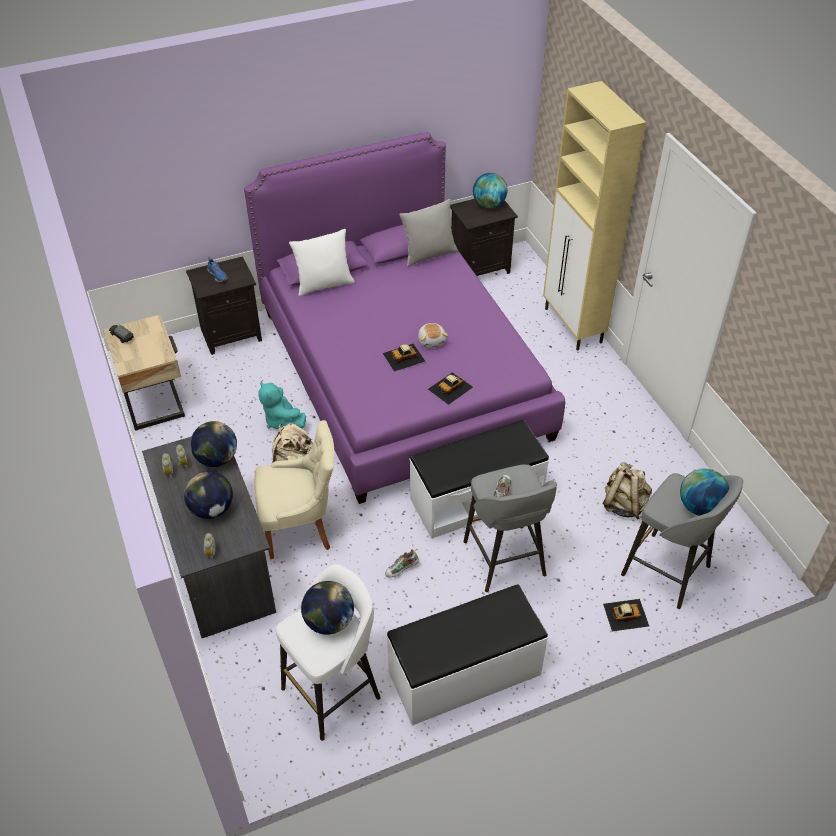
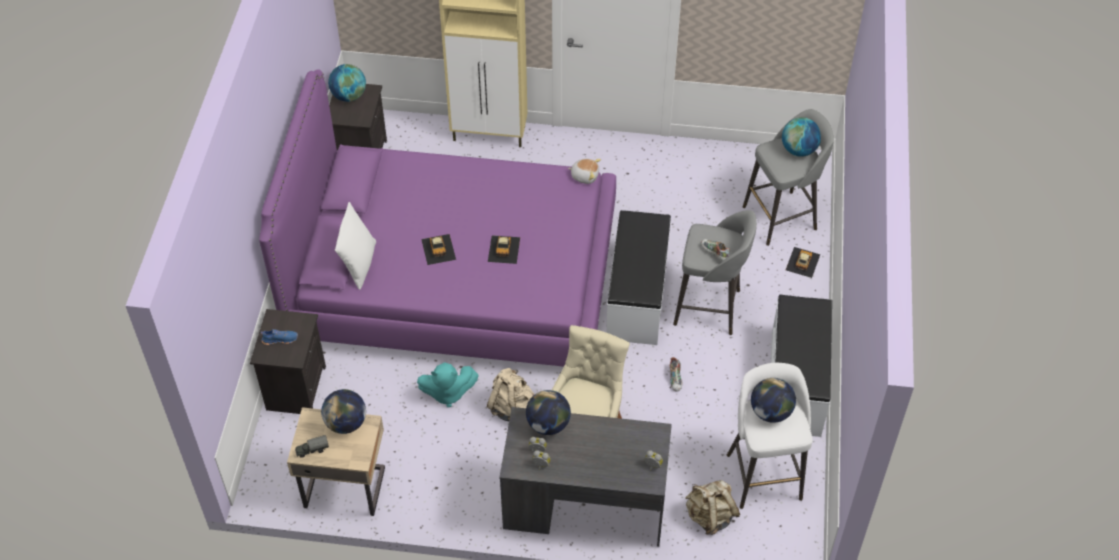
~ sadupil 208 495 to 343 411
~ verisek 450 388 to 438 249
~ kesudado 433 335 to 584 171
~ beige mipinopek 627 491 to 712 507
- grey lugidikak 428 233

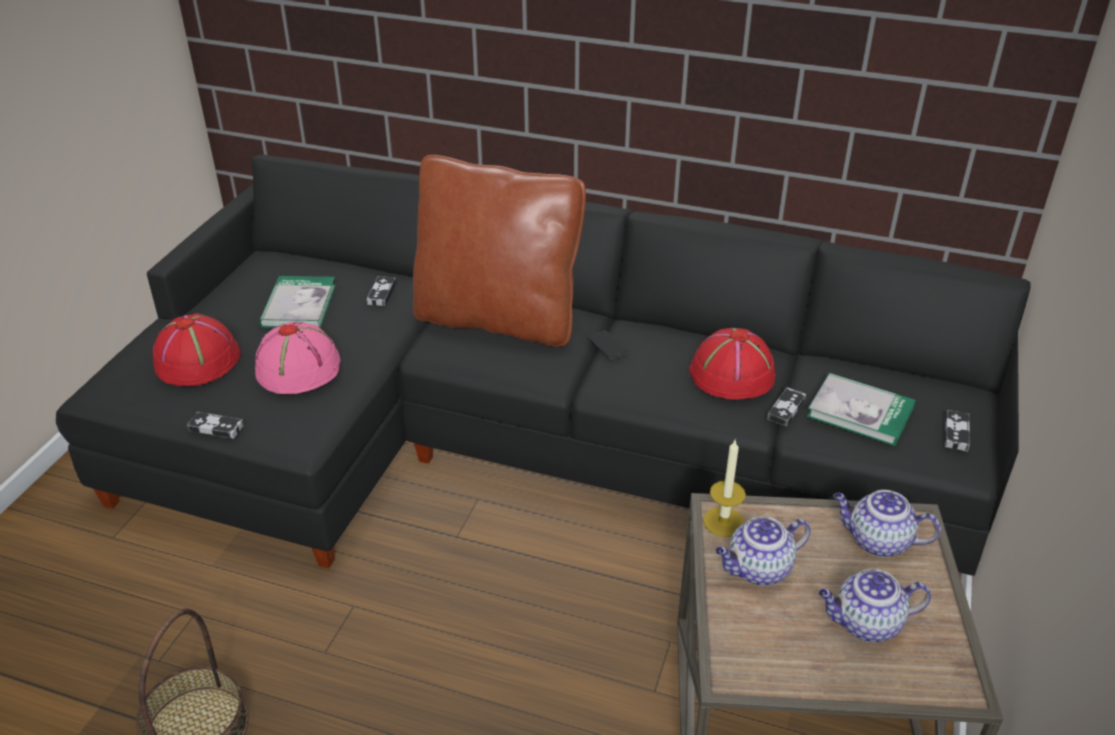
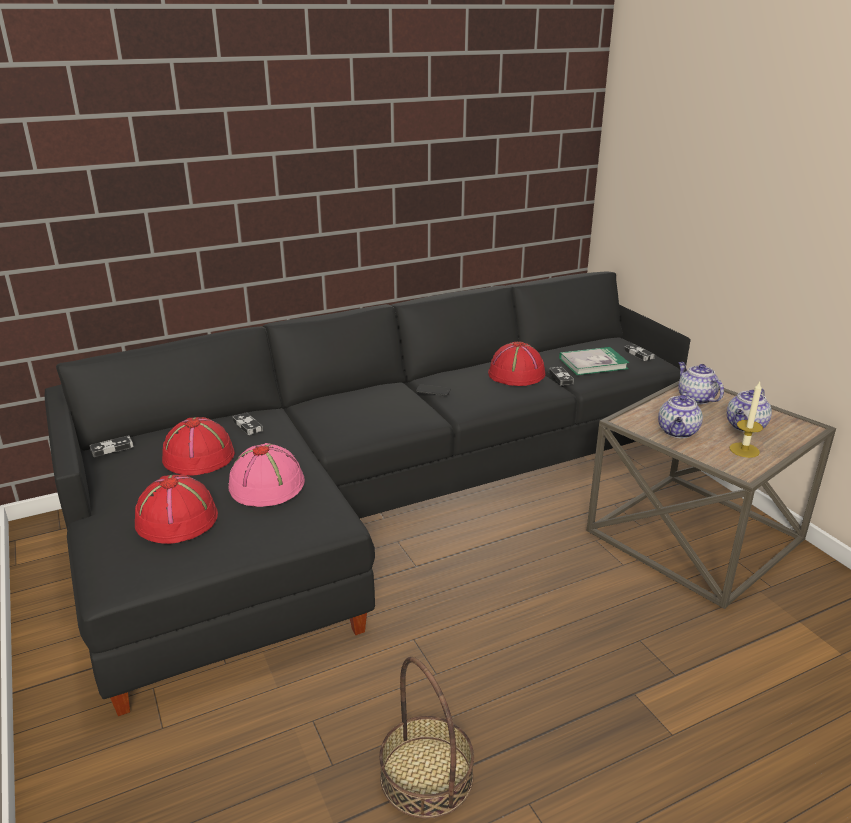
~ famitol 215 425 to 112 446
~ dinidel 297 302 to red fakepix 198 446
~ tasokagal 887 523 = 701 383 90 degrees clockwise
~ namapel 724 488 to 746 420
- brown lugidikak 499 251

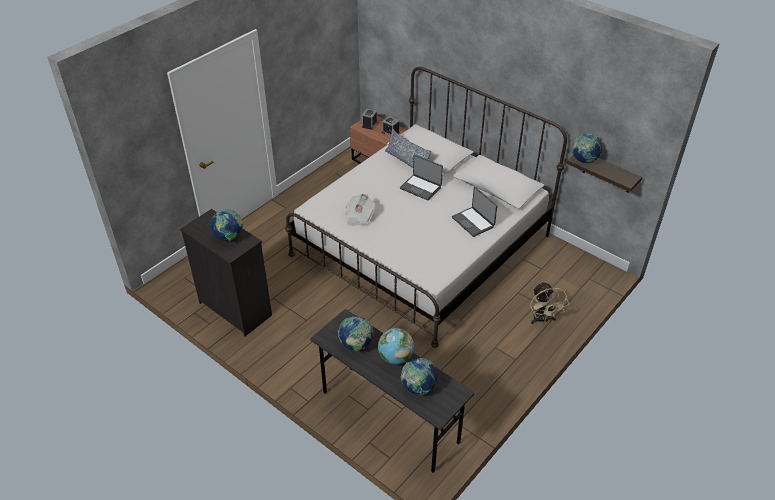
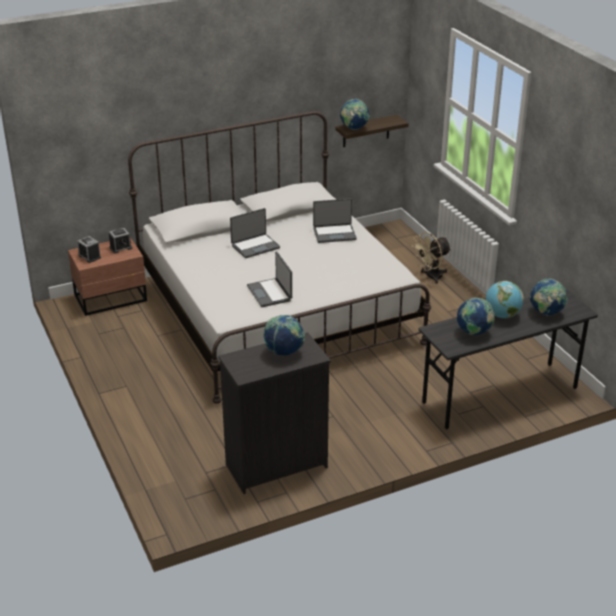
~ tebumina 360 210 to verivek 269 279
~ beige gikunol 549 302 = 431 258 135 degrees clockwise
- lugidikak 408 148

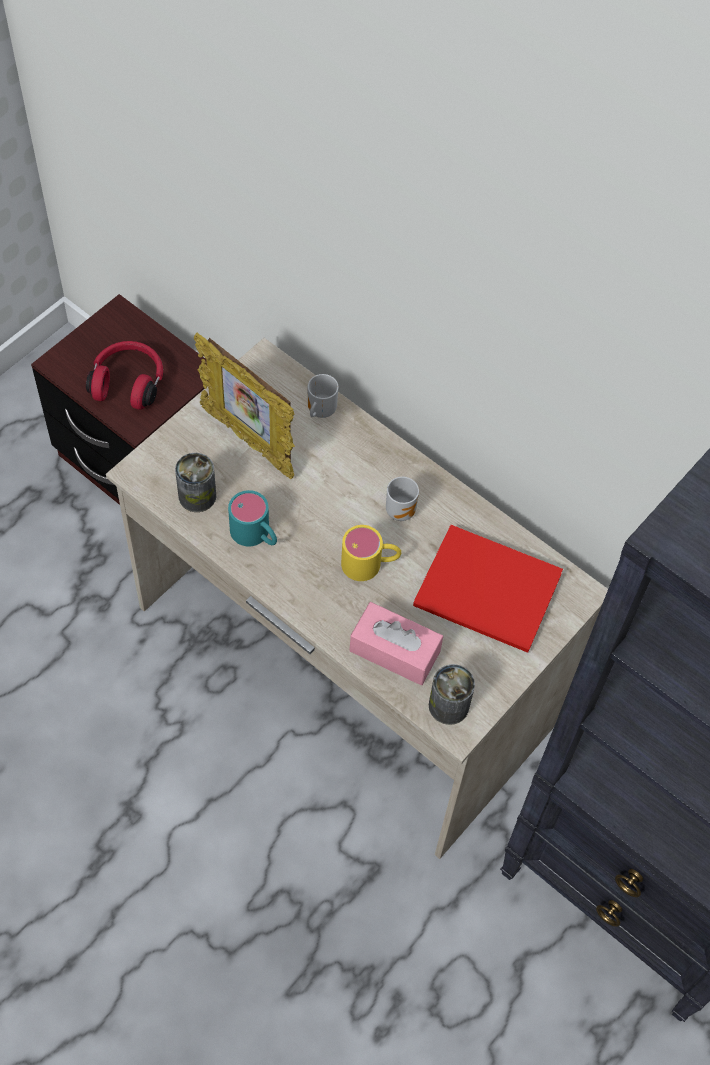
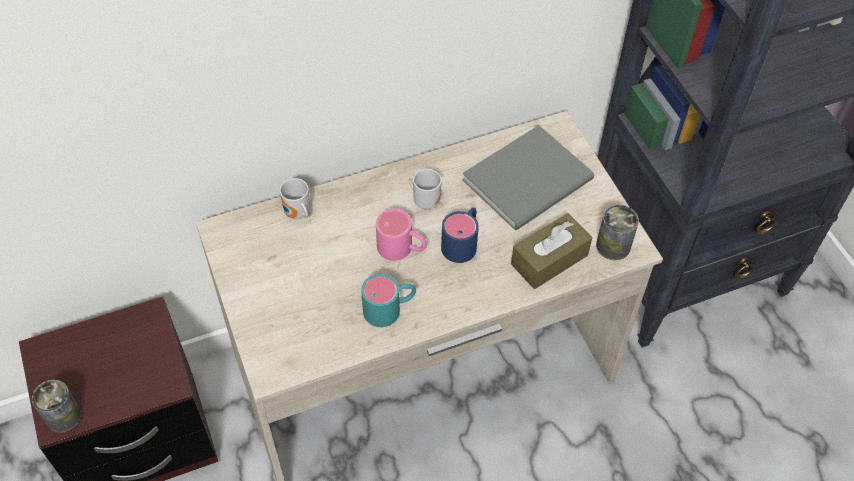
~ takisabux 195 482 to 56 406
+ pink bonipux 401 235
~ yellow bonipux 371 553 to blue bonipux 460 235
~ red dinidel 488 589 to grey dinidel 528 177
~ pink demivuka 396 643 to brown demivuka 551 251
- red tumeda 124 375
- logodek 244 406

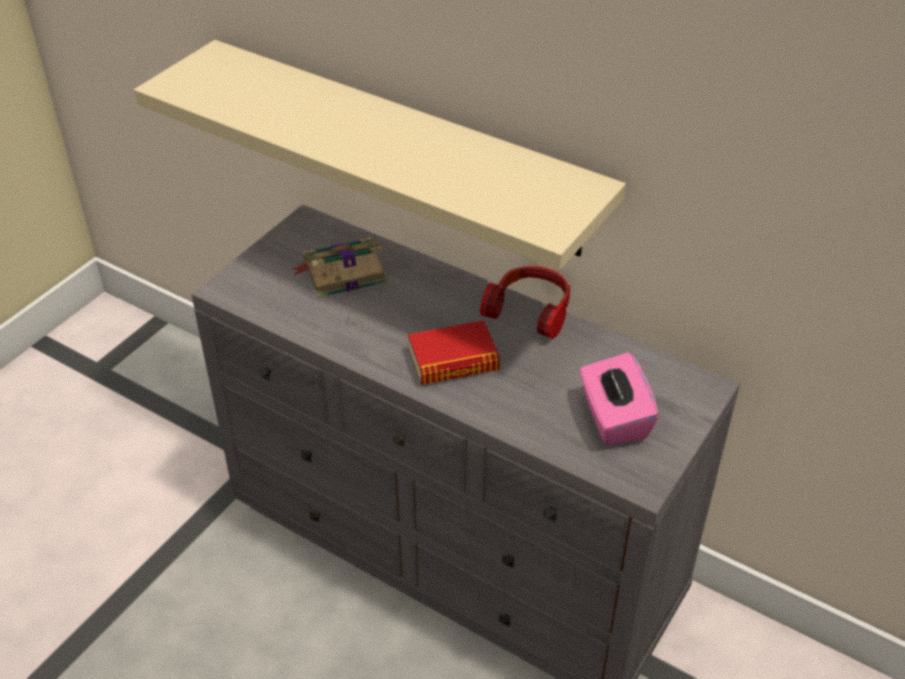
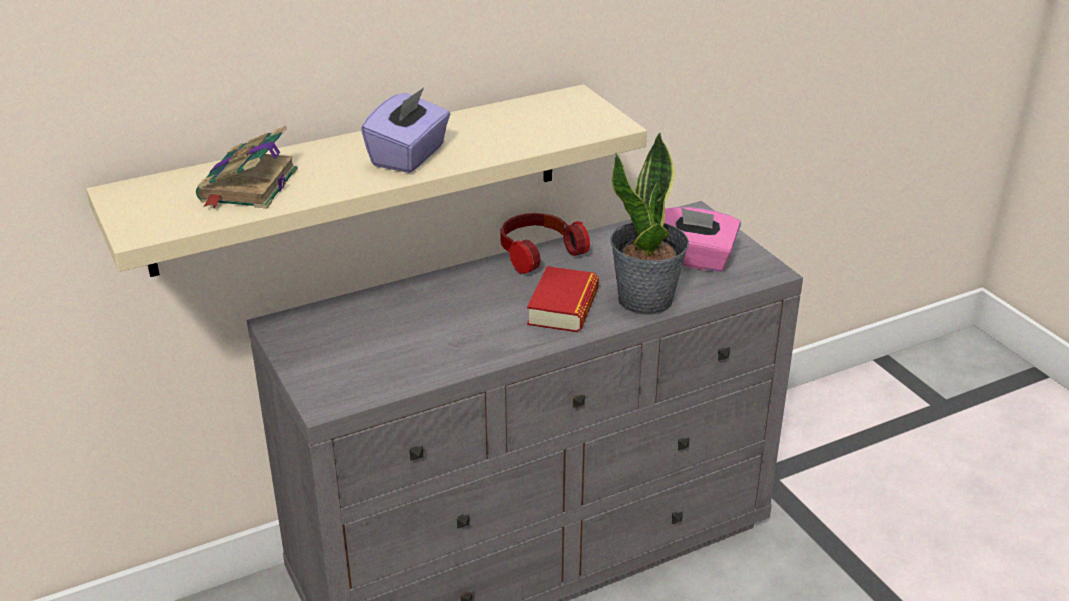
~ dinidel 339 268 to 247 167
+ purple demivuka 405 130
+ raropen 649 223

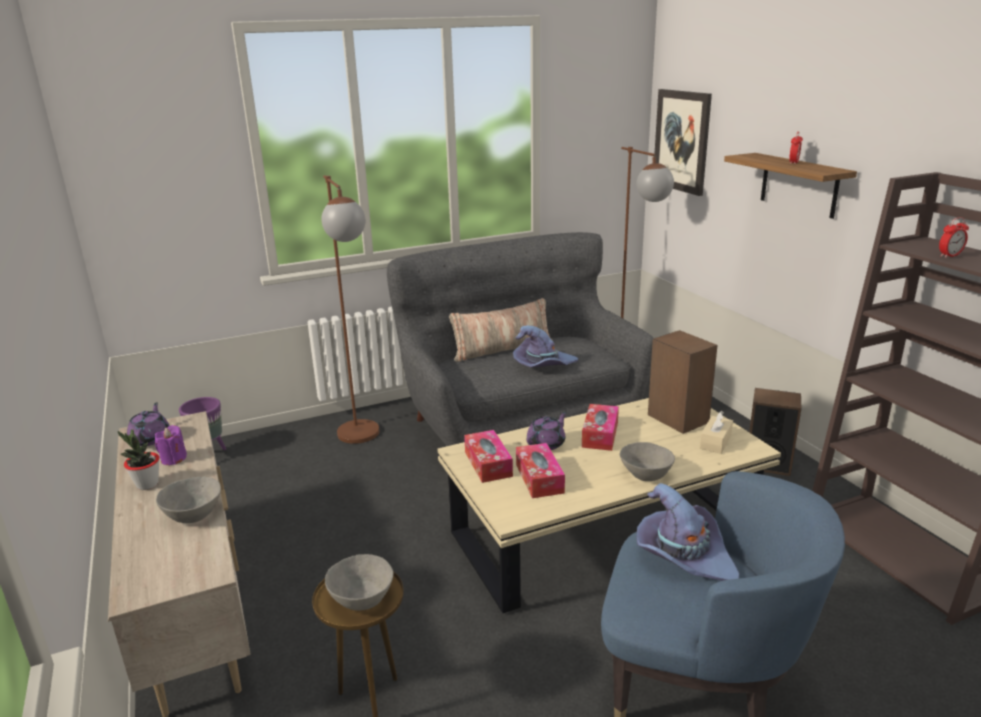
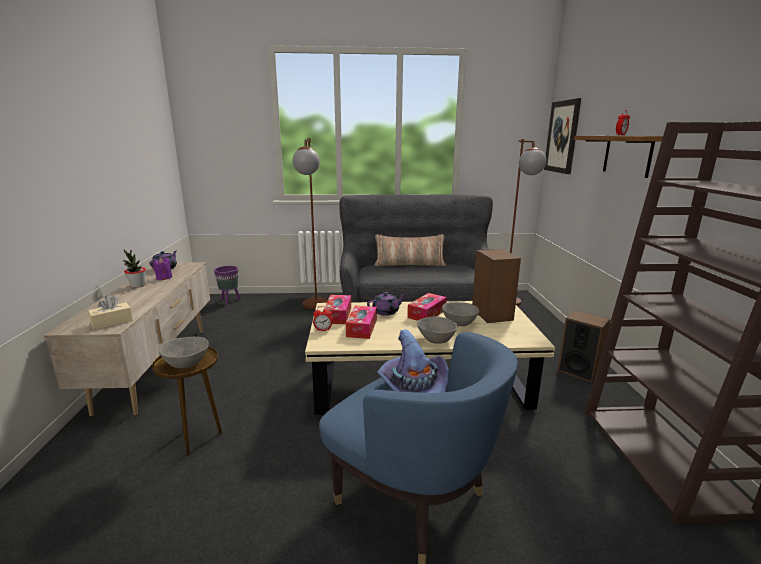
~ beige demivuka 716 432 to 110 313
~ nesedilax 954 237 to 323 318
~ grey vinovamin 188 499 to 460 314
- purple fakepix 545 346

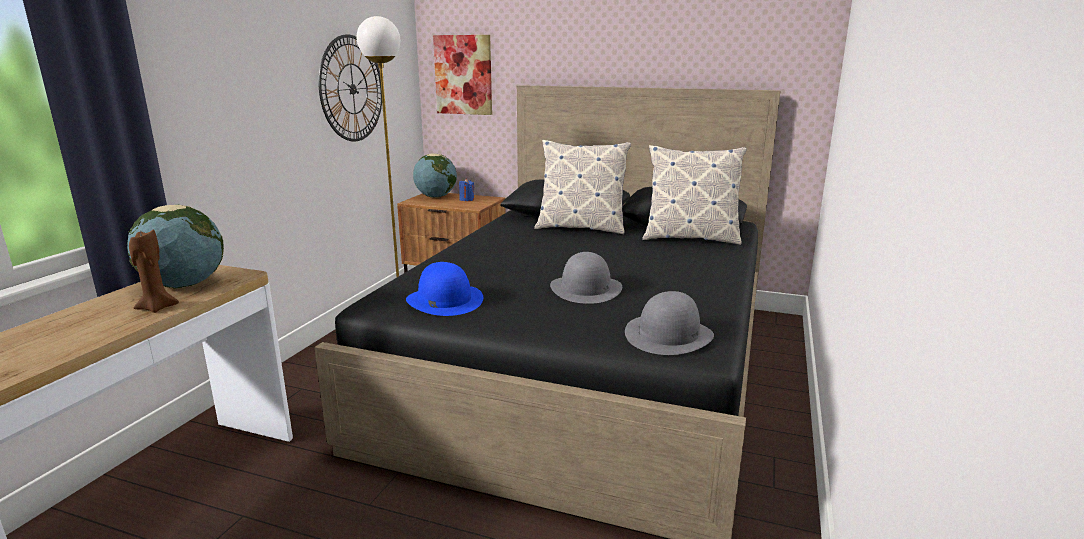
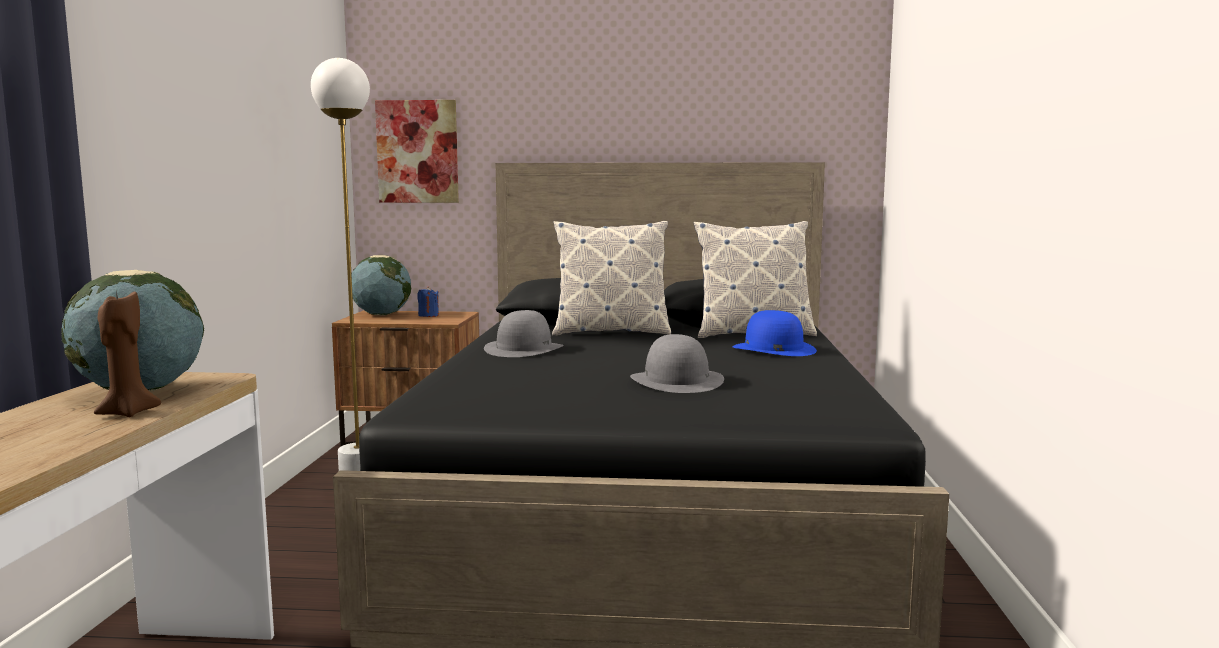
~ grey fakepix 669 323 to 524 333
~ blue fakepix 444 289 to 774 333
- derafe 350 87

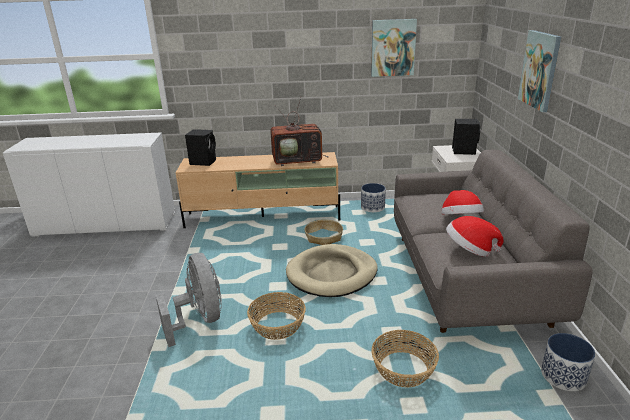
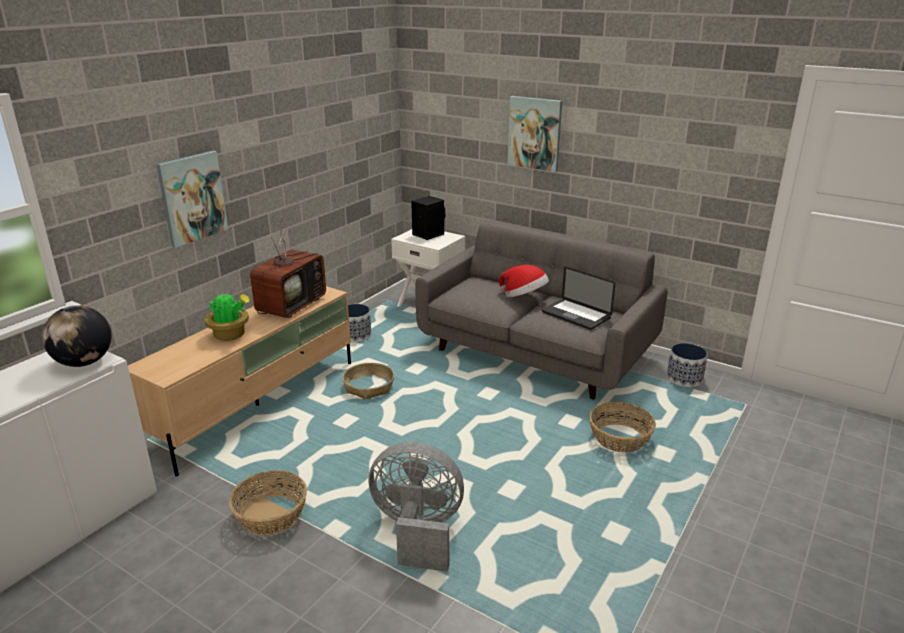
+ sadupil 76 336
~ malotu 394 48 to 192 199
+ raropen 227 316
~ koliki 276 316 to 268 502
~ fakepix 475 236 to verivek 579 298
- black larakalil 200 147
- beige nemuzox 332 270

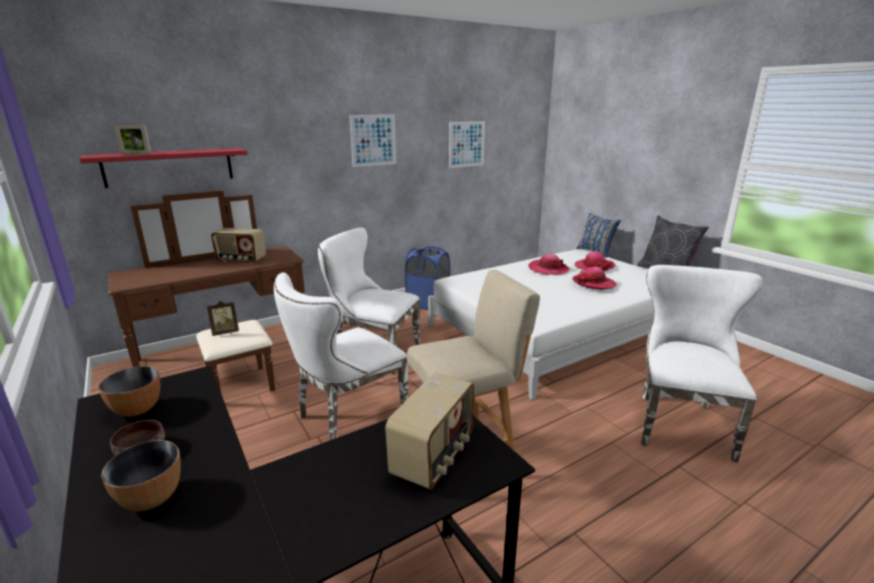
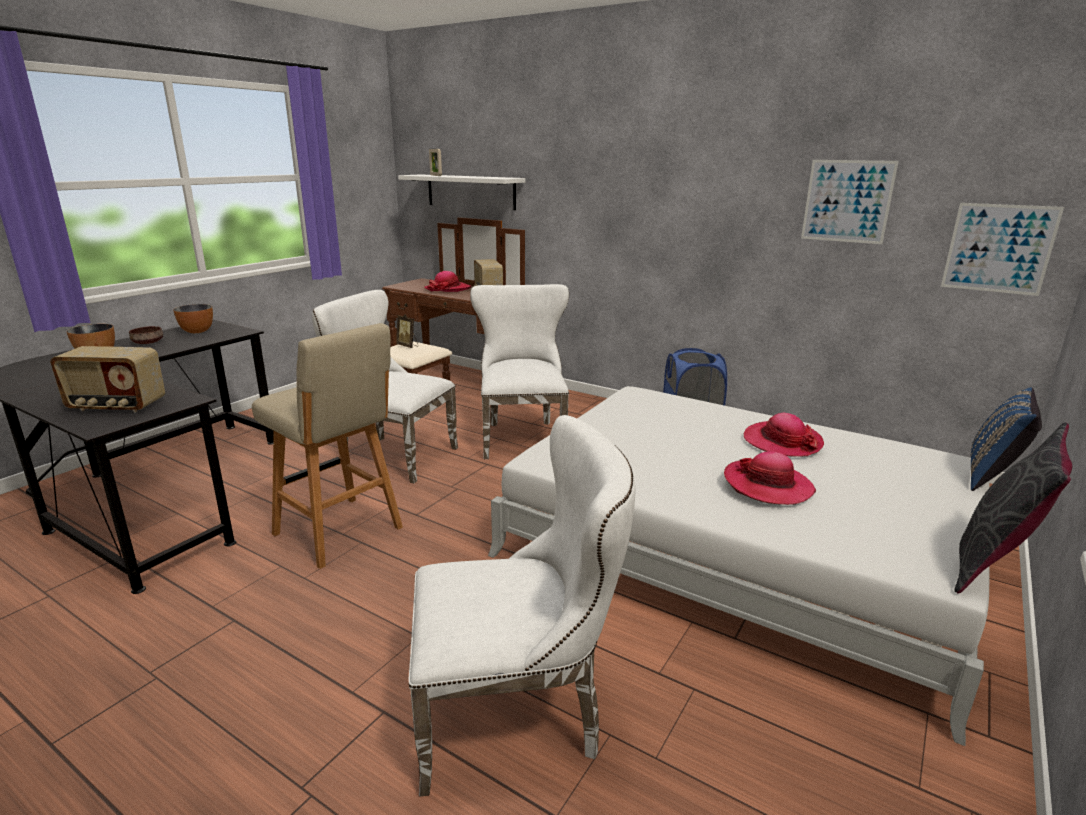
~ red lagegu 164 168 to white lagegu 461 192
~ fakepix 595 261 to 447 281
~ malotu 372 140 to 1002 249

